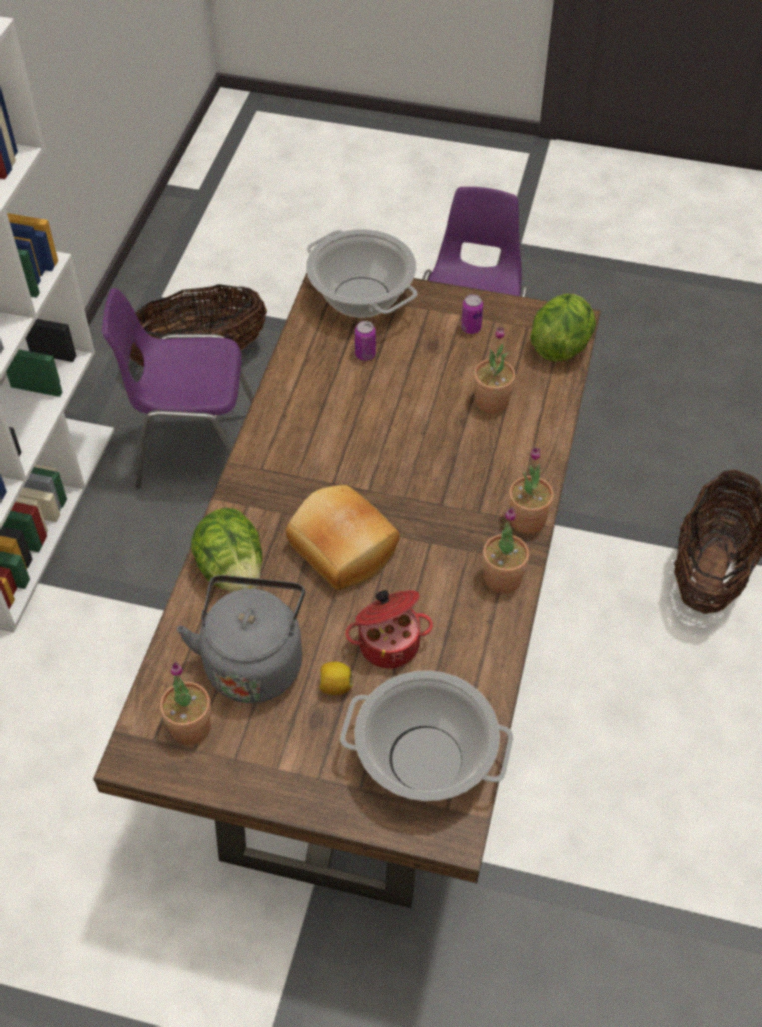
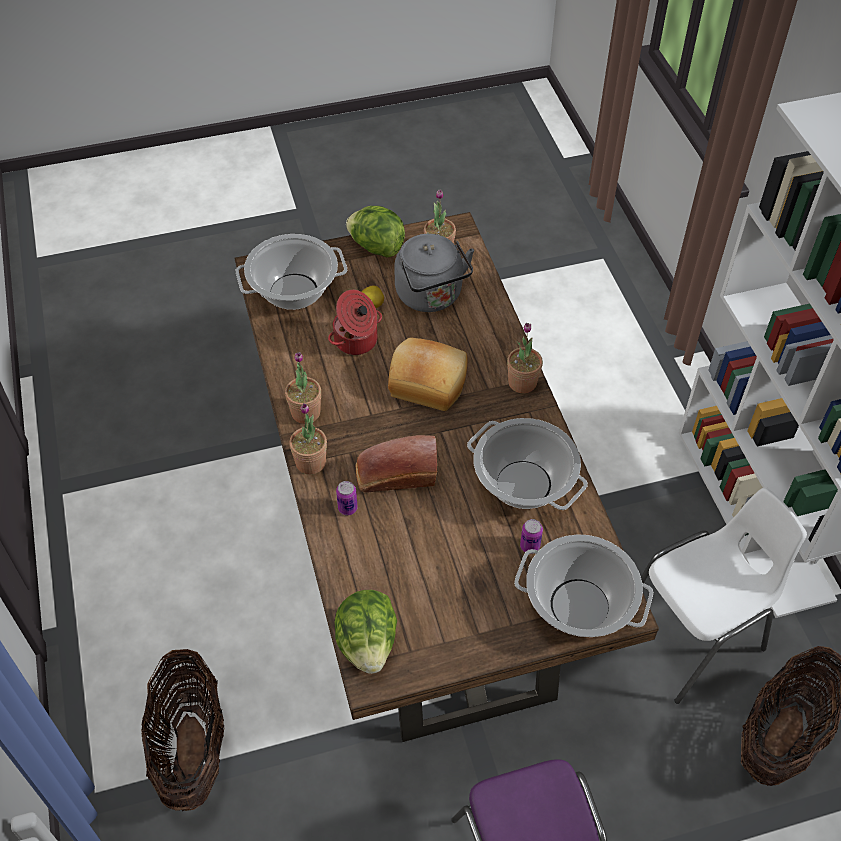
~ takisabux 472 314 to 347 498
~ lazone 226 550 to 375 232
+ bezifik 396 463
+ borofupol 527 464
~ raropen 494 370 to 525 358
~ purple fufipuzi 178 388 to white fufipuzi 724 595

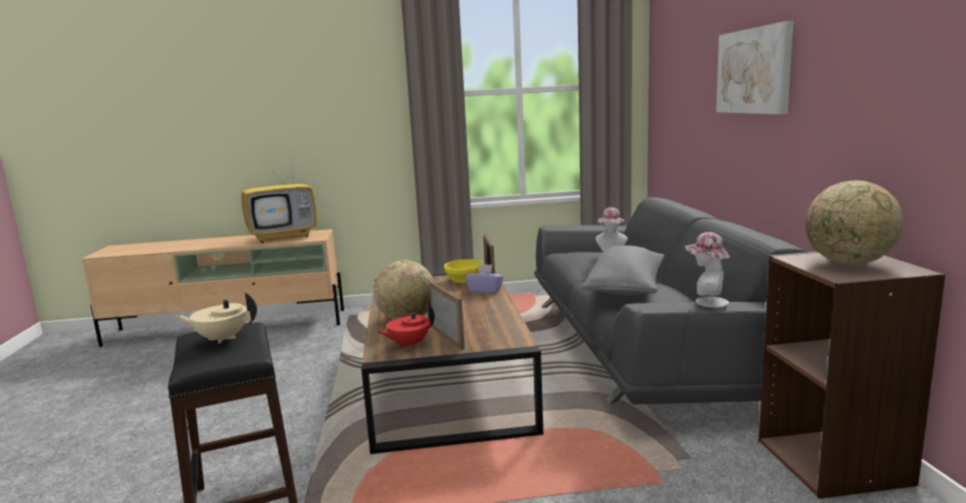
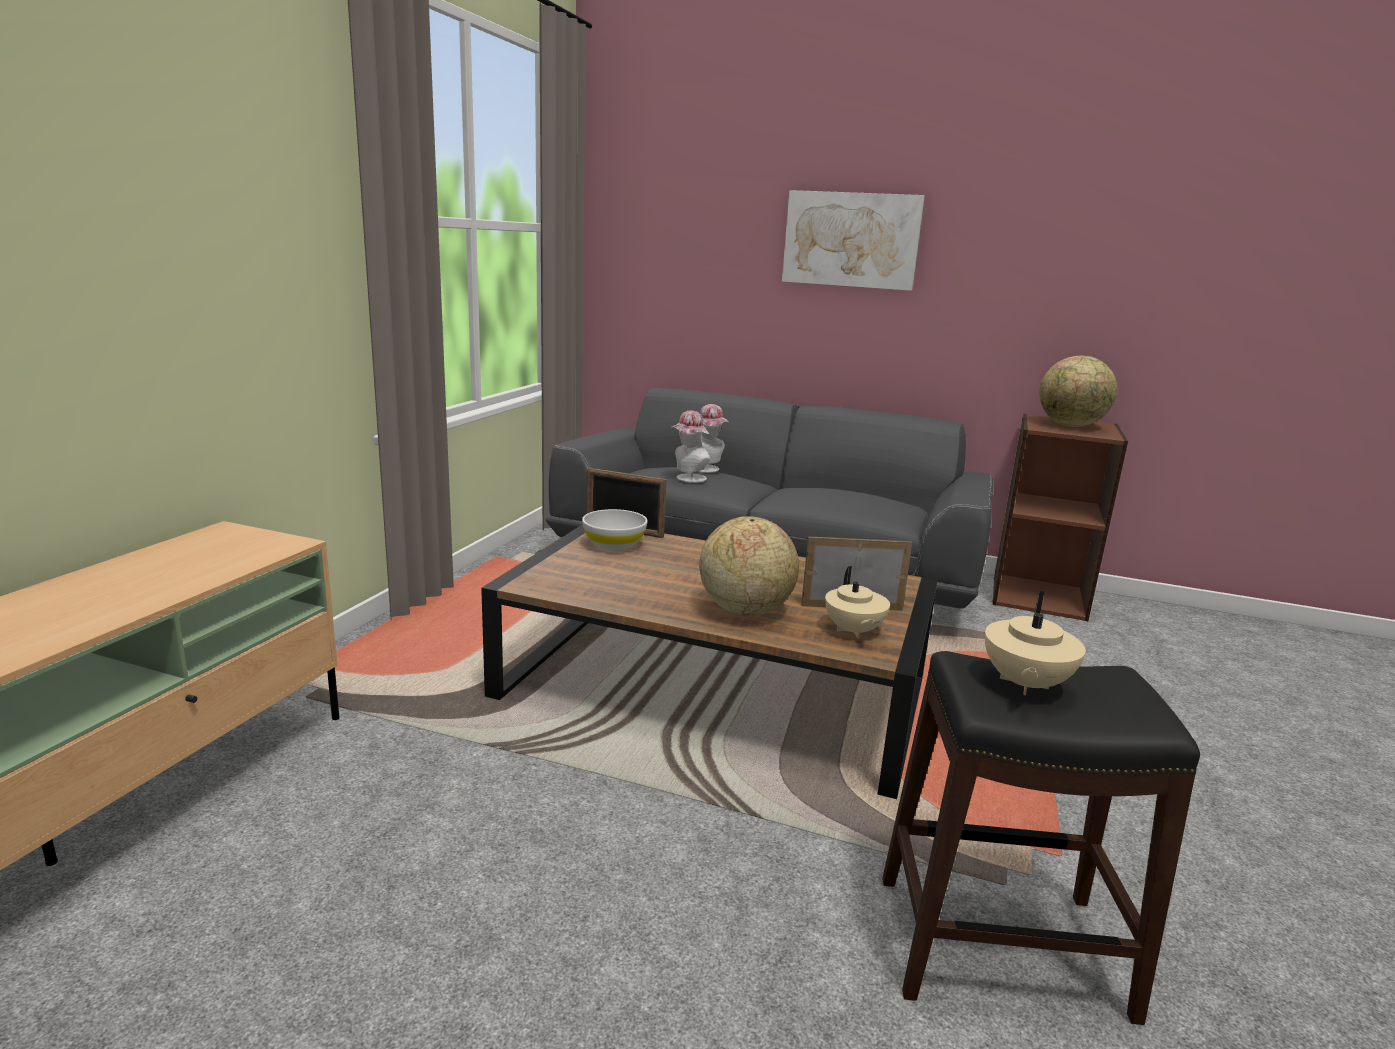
~ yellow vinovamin 464 271 to white vinovamin 614 530
~ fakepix 707 270 to 690 446
~ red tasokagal 406 326 to beige tasokagal 857 602
- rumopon 279 199
- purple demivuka 484 279
- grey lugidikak 623 270

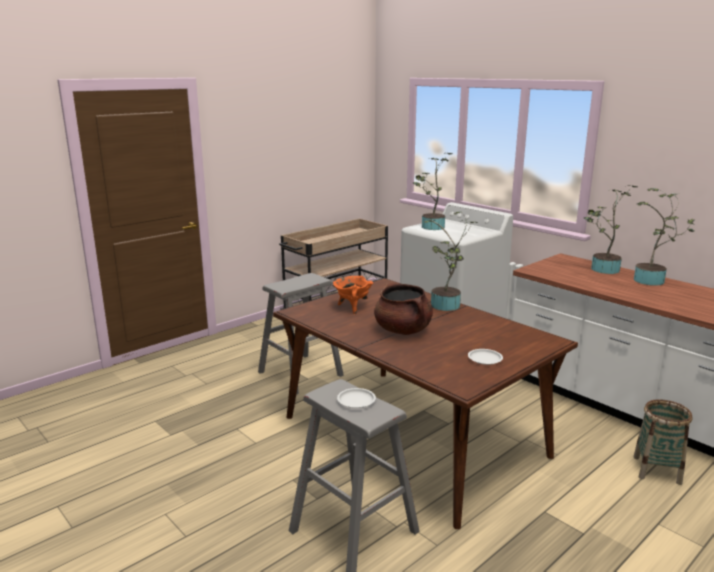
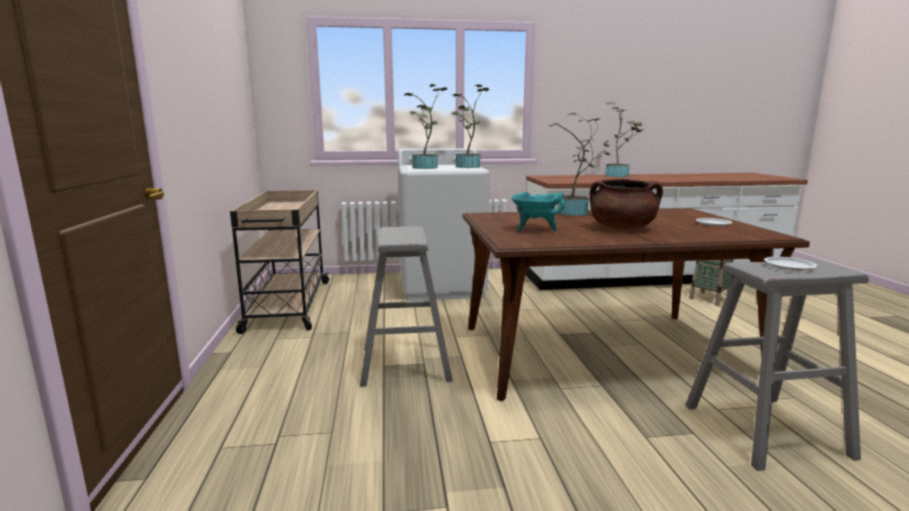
~ raropen 611 229 to 470 126
~ orange borofupol 353 295 to turquoise borofupol 538 212

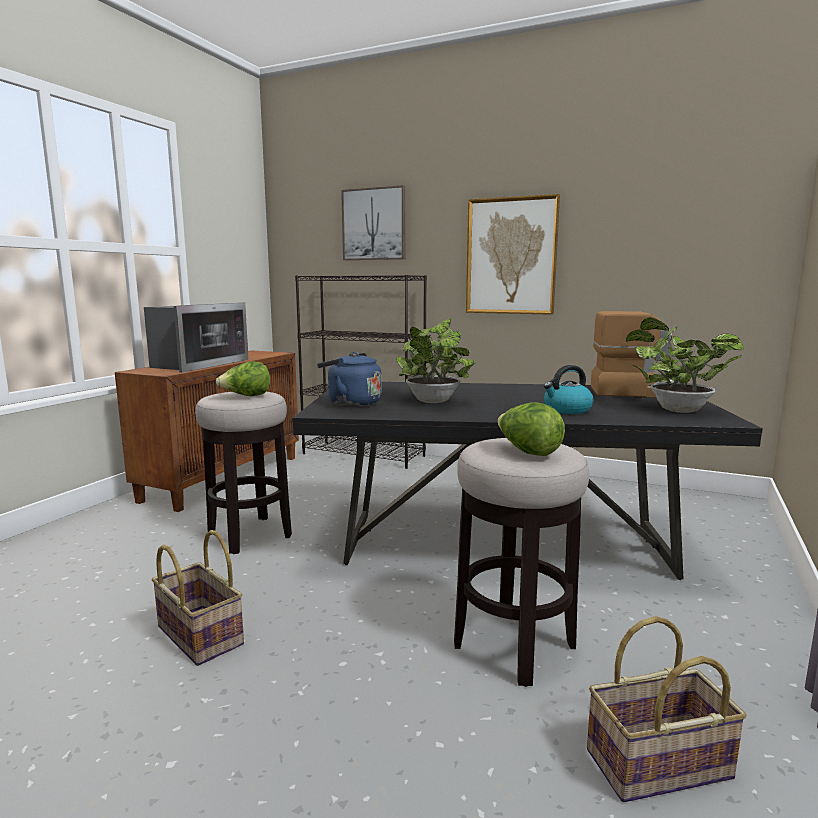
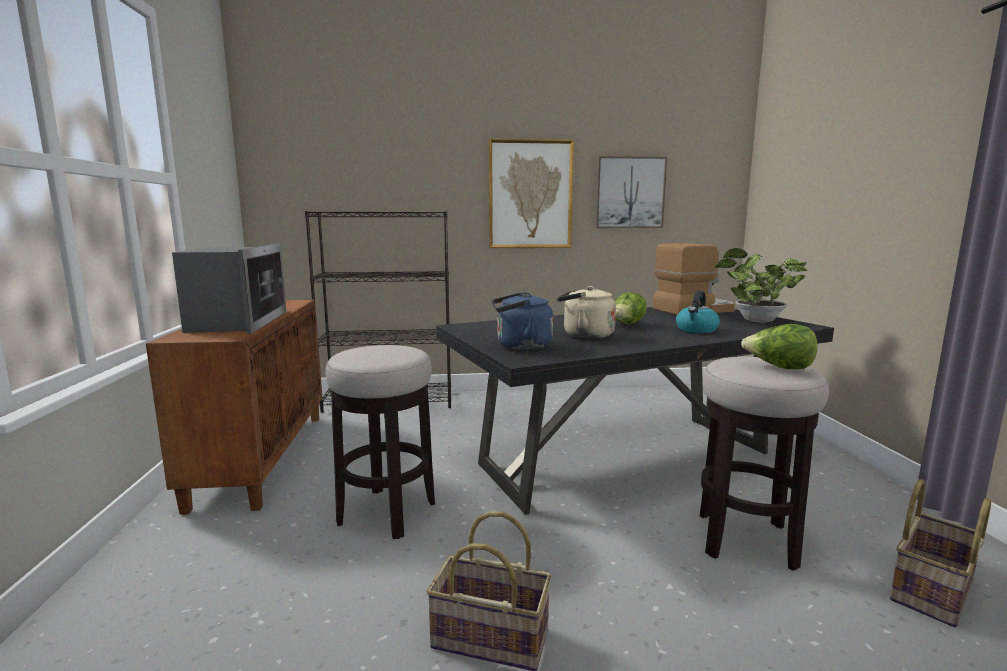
~ raropen 435 360 to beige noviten 586 312
~ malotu 373 222 to 631 192
~ lazone 243 378 to 631 308

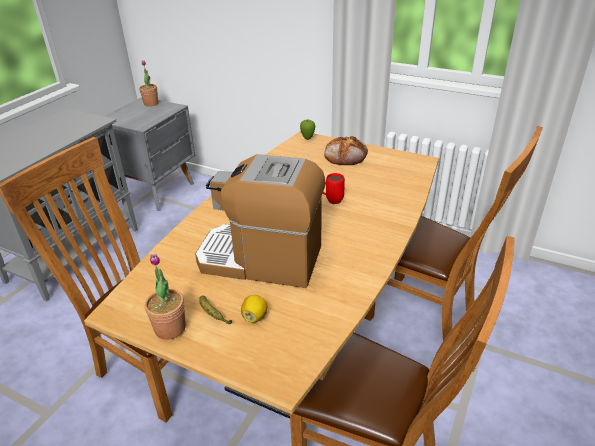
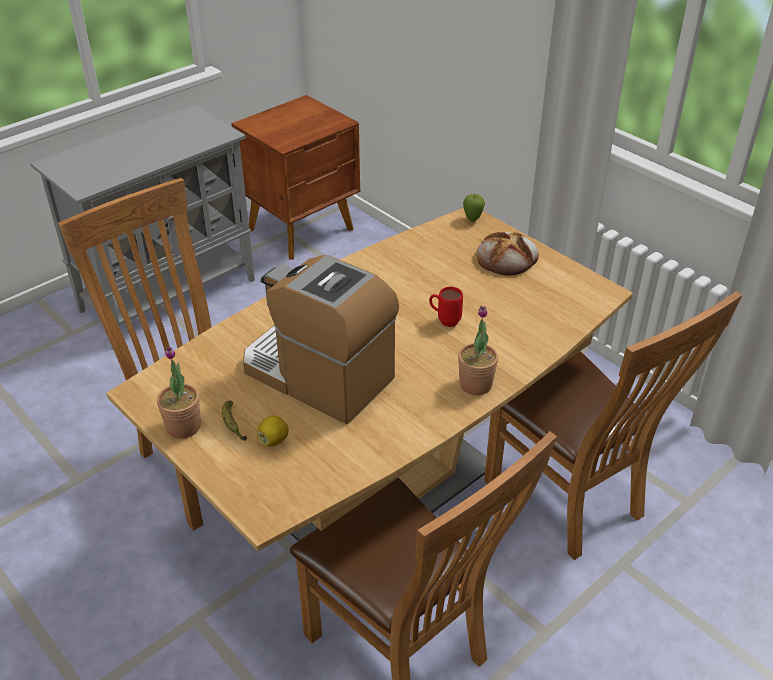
~ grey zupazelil 149 154 to brown zupazelil 295 177
~ raropen 148 83 to 478 350

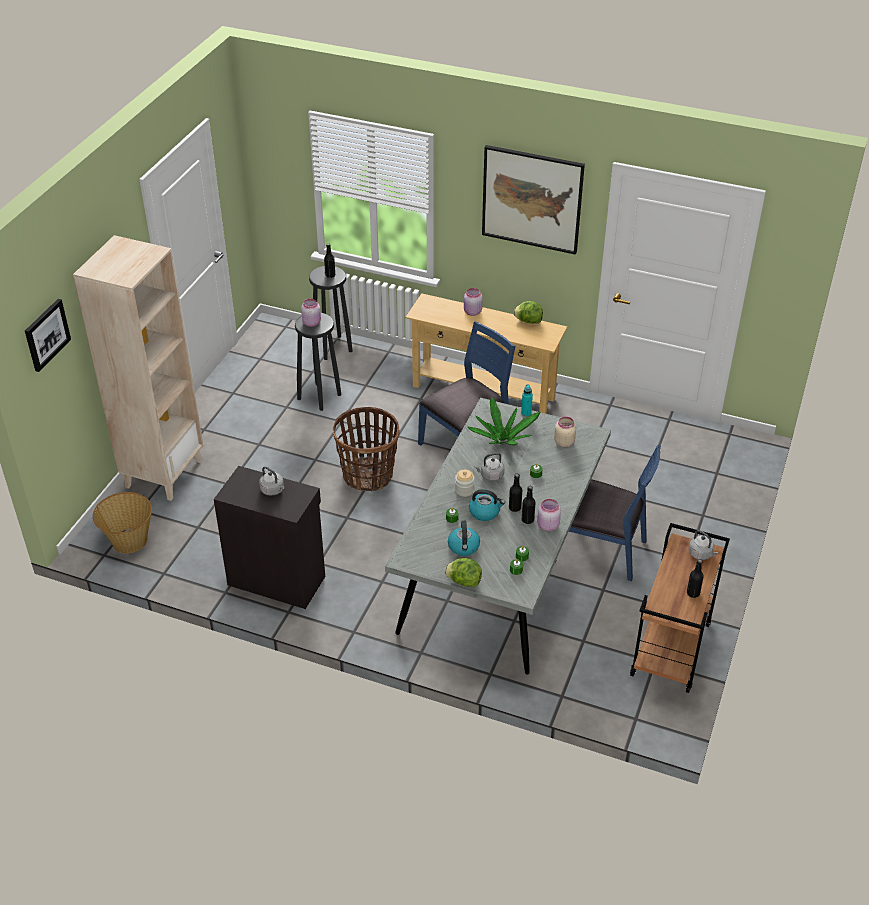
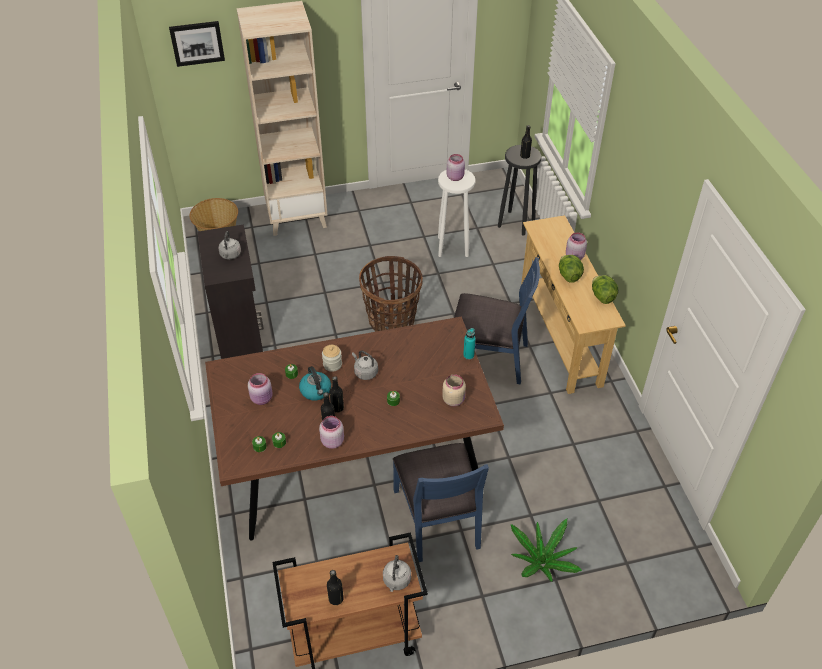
~ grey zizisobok 498 536 to brown zizisobok 354 428
~ noviten 464 538 to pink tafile 260 389
~ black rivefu 318 362 to white rivefu 457 213
~ raropen 503 420 to 546 550
~ lazone 463 572 to 571 269
- malotu 533 200

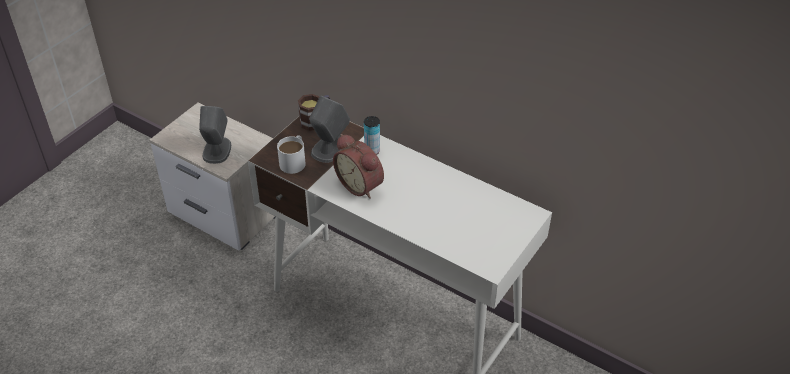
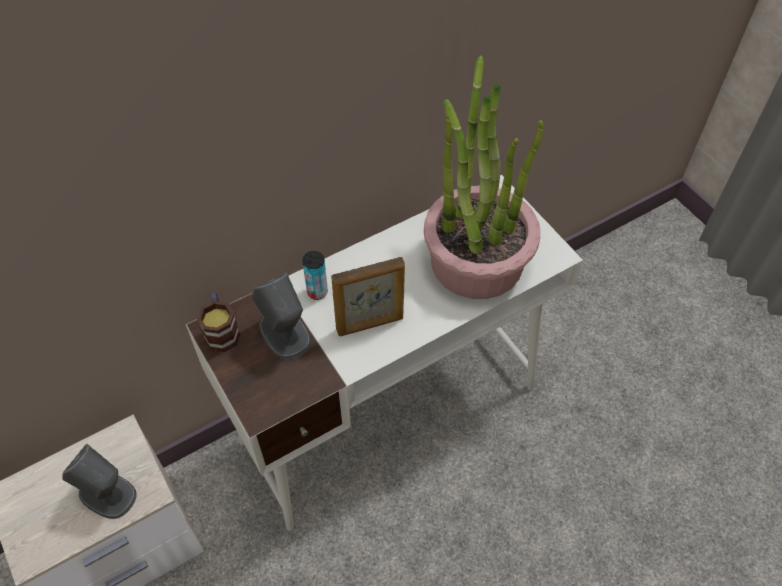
~ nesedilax 358 166 to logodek 368 296
+ raropen 483 177
- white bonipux 291 154

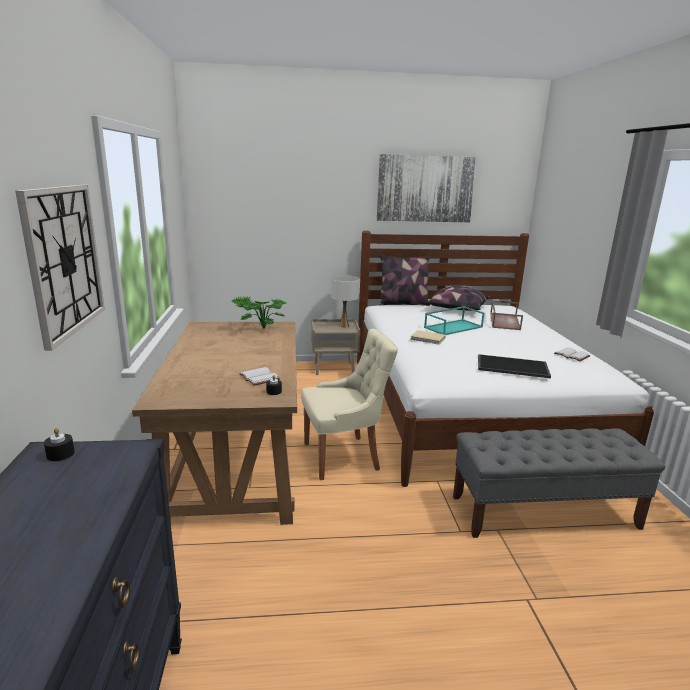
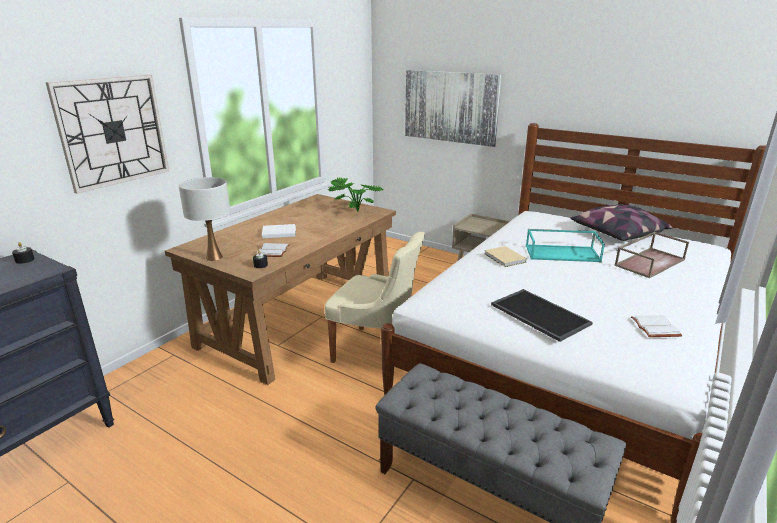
~ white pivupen 345 301 to 204 219
+ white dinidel 279 231
~ malotu 427 188 to 453 108
- lugidikak 404 280

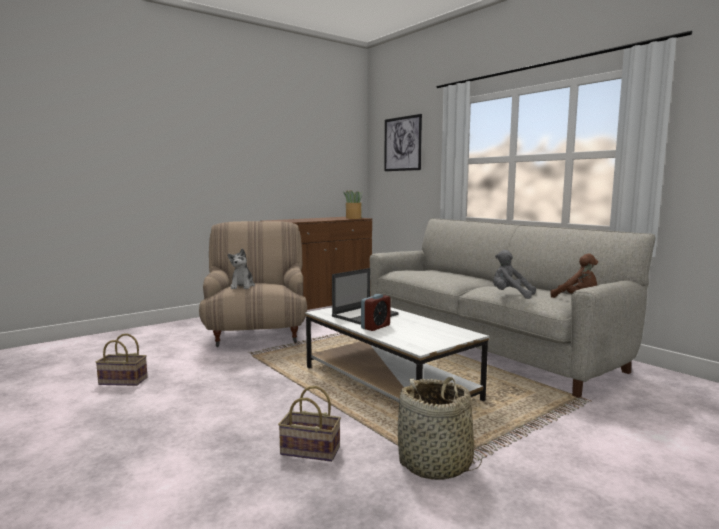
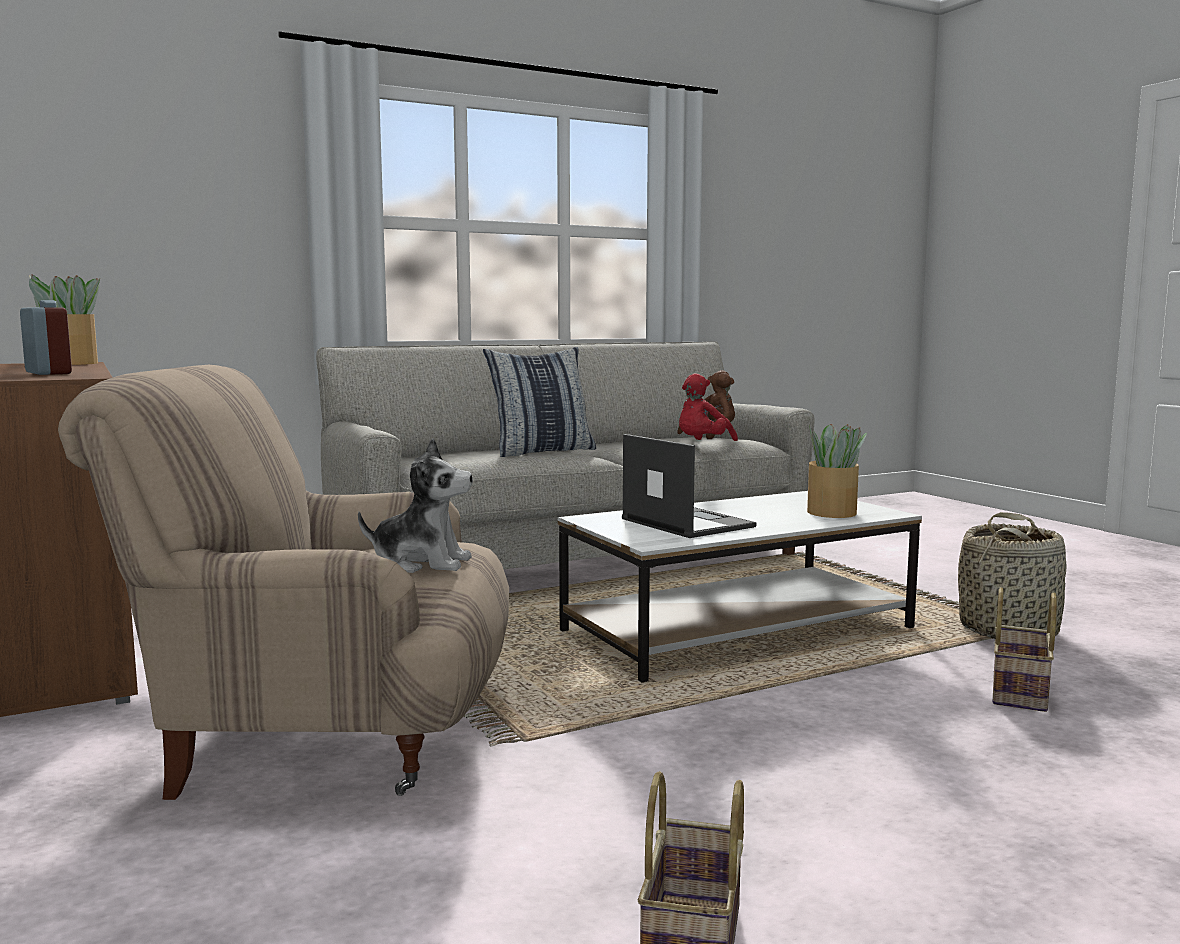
~ nesedilax 376 312 to 46 337
+ lugidikak 539 402
~ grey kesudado 514 274 to red kesudado 708 407
+ raropen 837 471
- malotu 403 142

